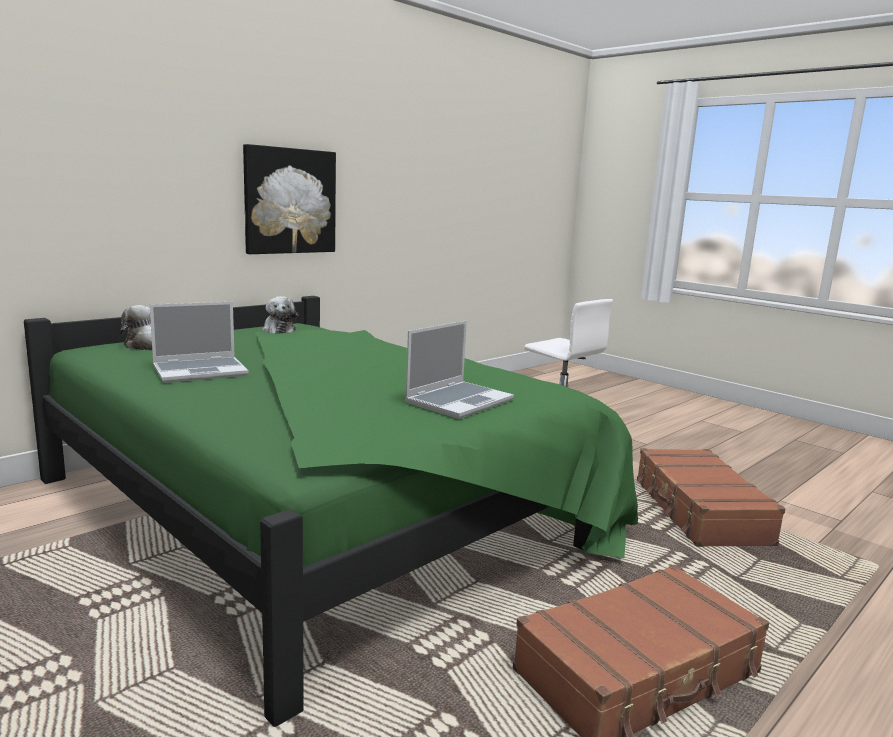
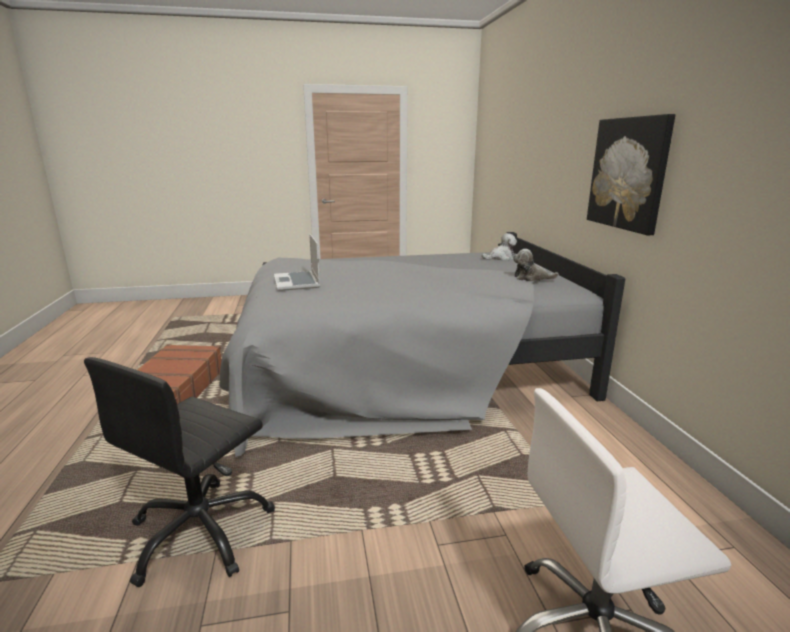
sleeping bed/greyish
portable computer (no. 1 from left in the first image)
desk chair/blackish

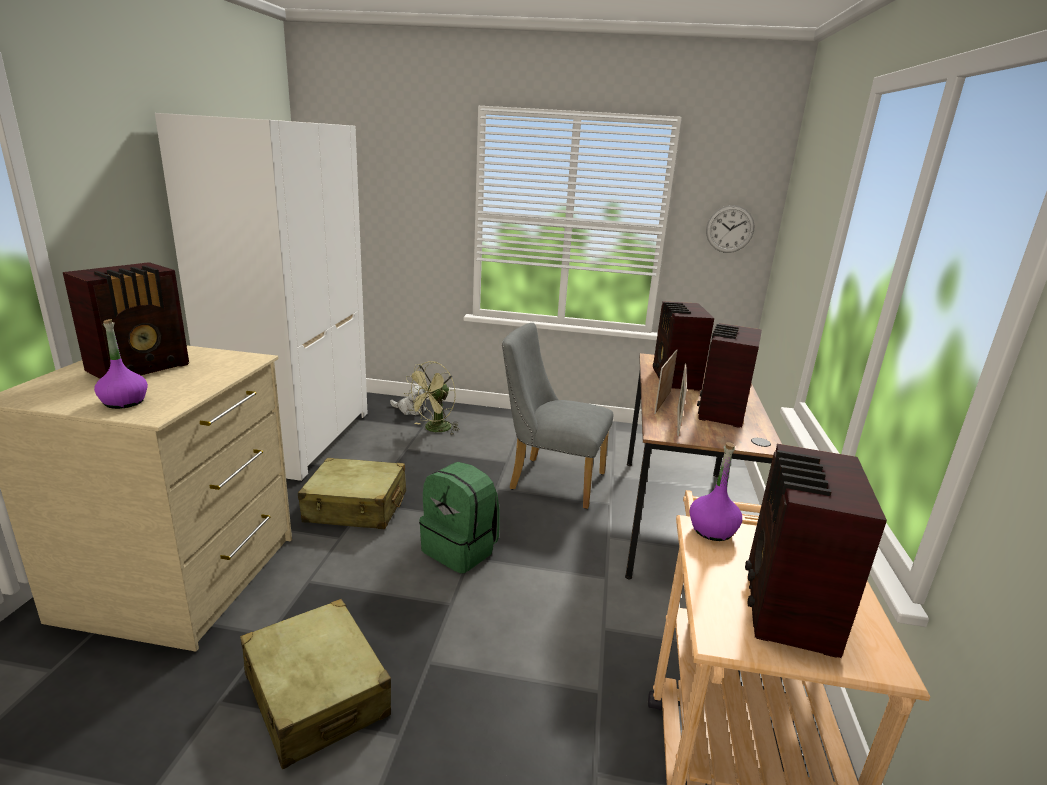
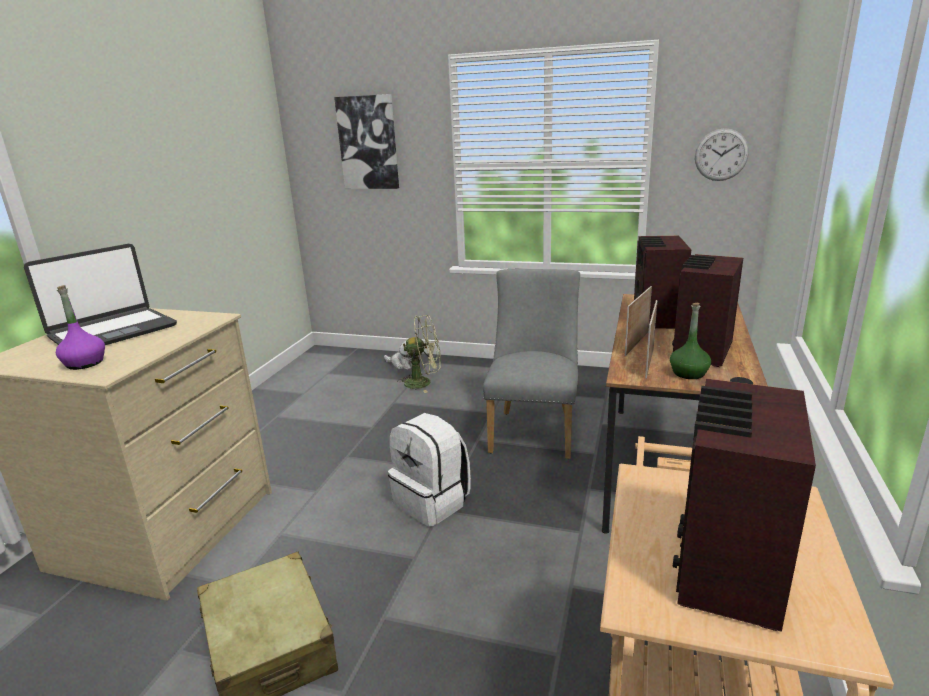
portable computer
clothes cupboard/white-coloured
travel case/beige-coloured (no. 2 from left in the first image)
fan/green
backpack/white-coloured
upright chair/greyish
bottle/purple-coloured (no. 2 from left in the first image)
wall art
bottle/green

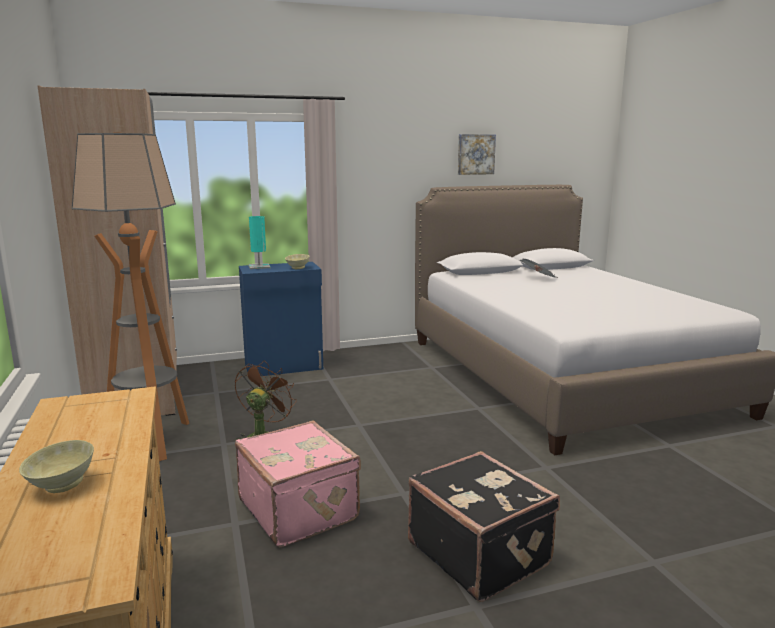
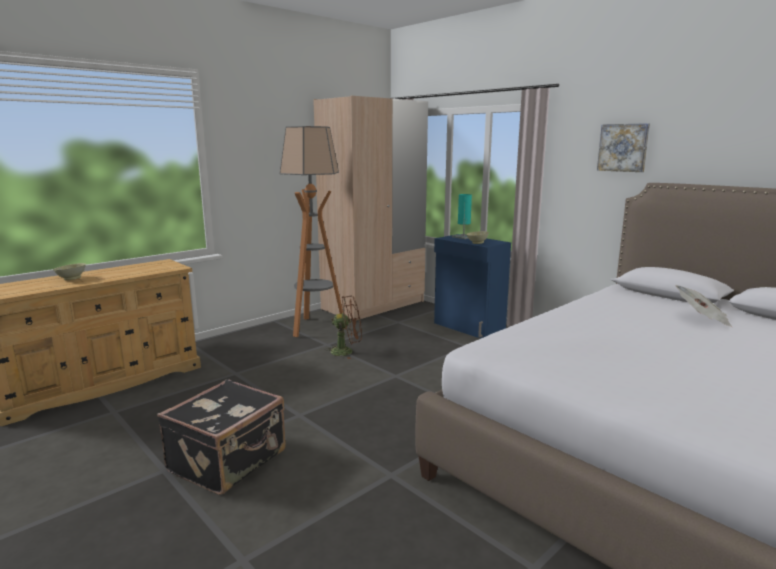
travel case/pink-coloured
wall art

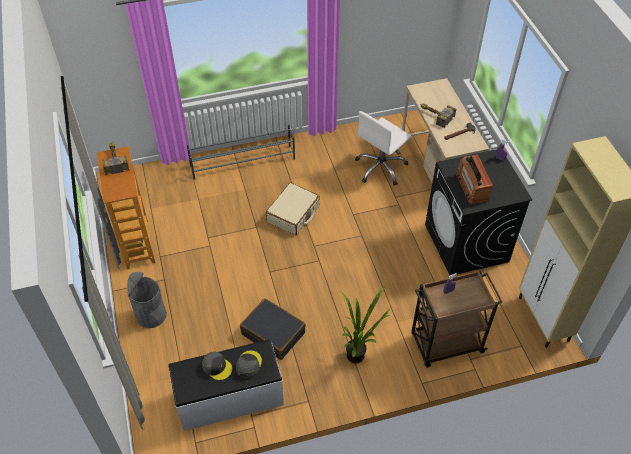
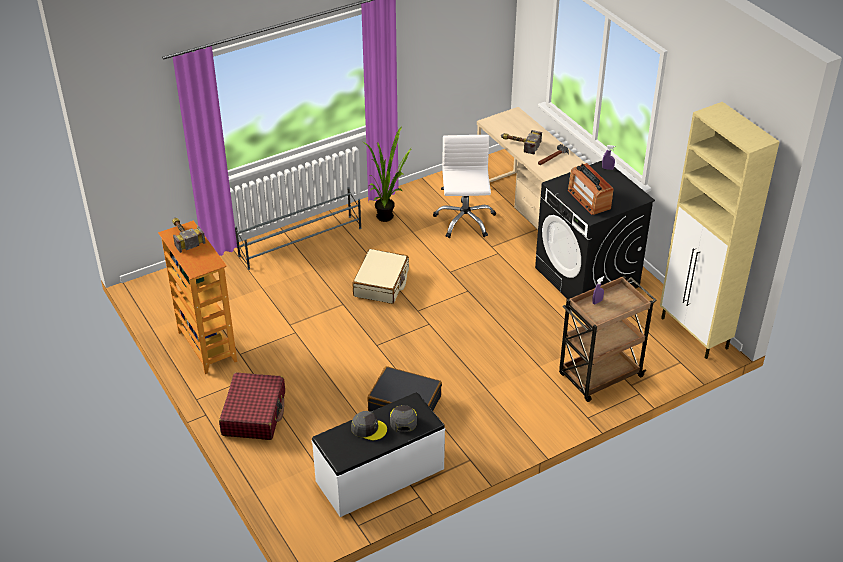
travel case/reddish
houseplant
desk chair/white-coloured

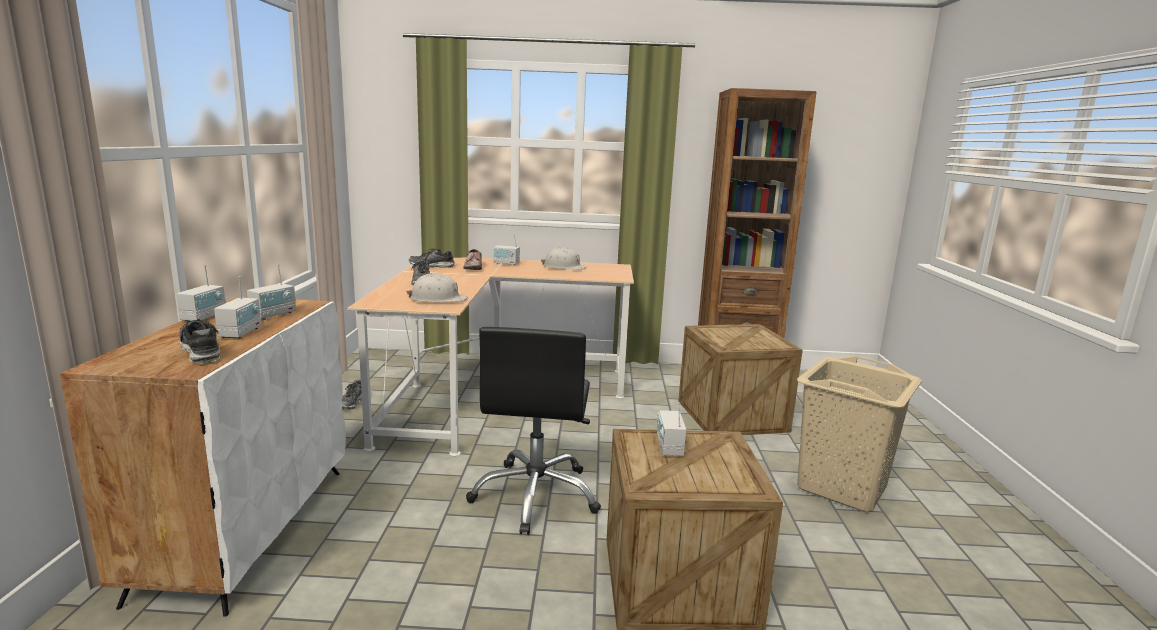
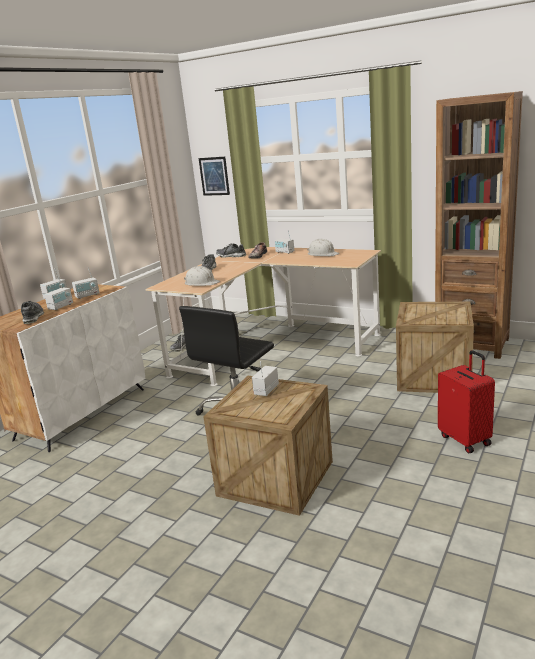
travel case/reddish
wall art

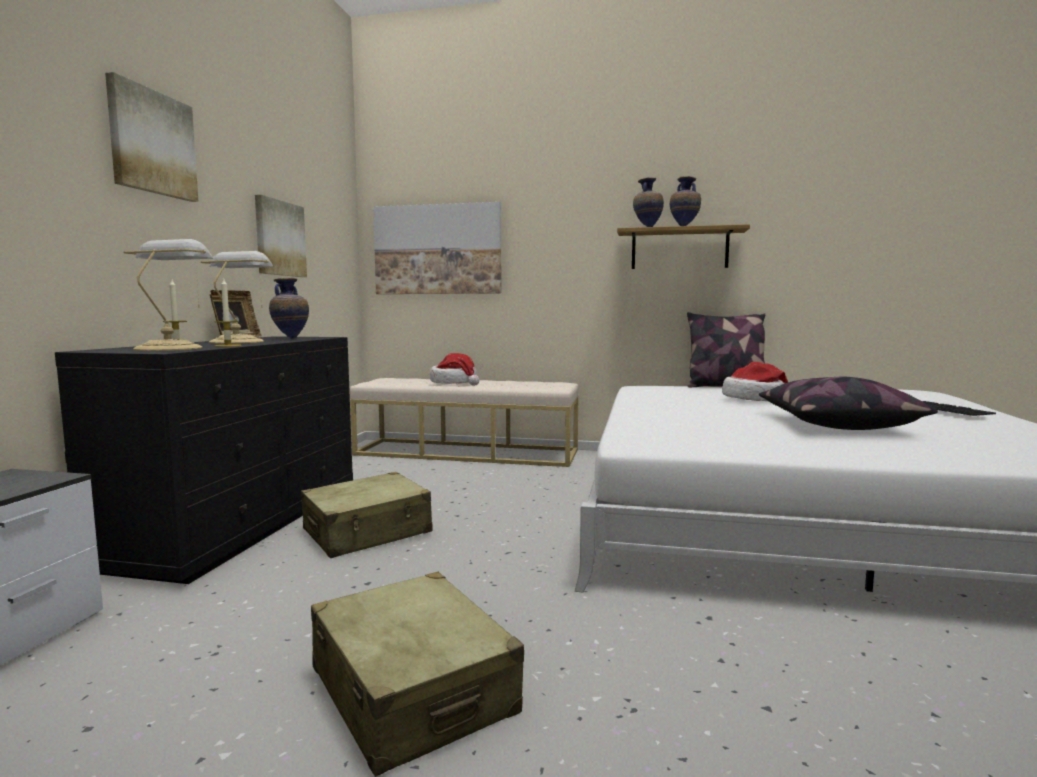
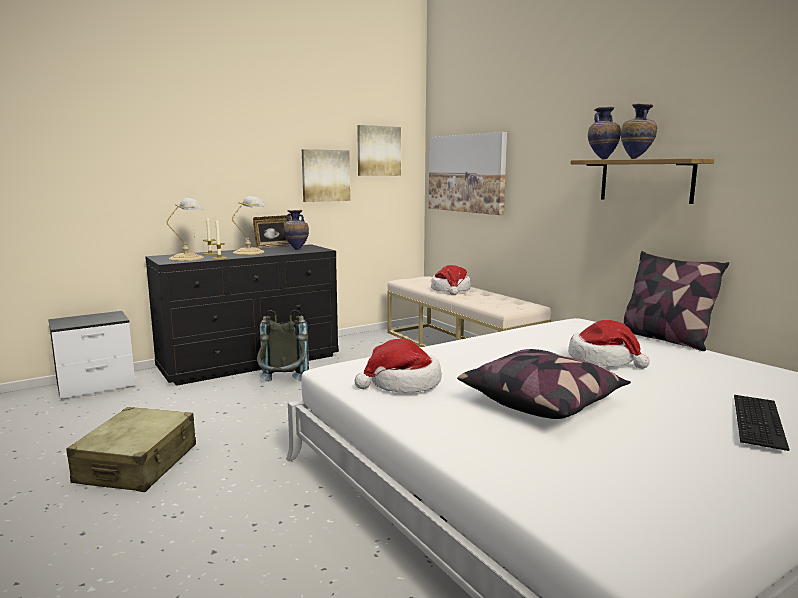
wall art (no. 2 from left)
backpack/greyish
clothing hat (no. 1 from left)

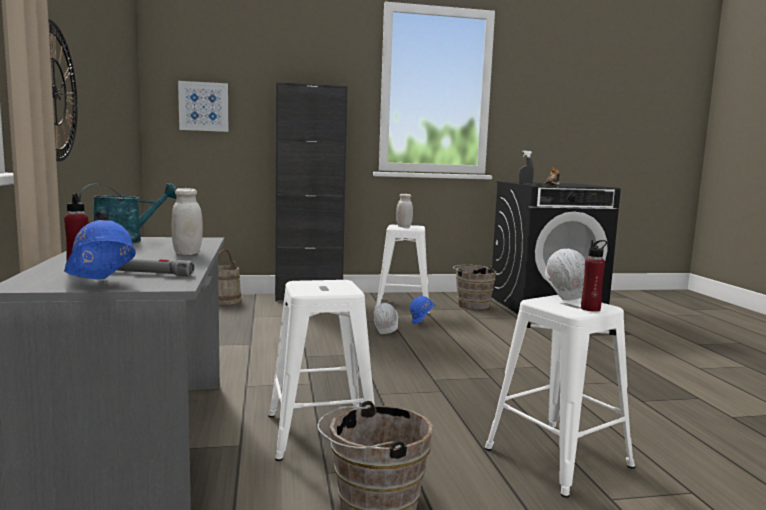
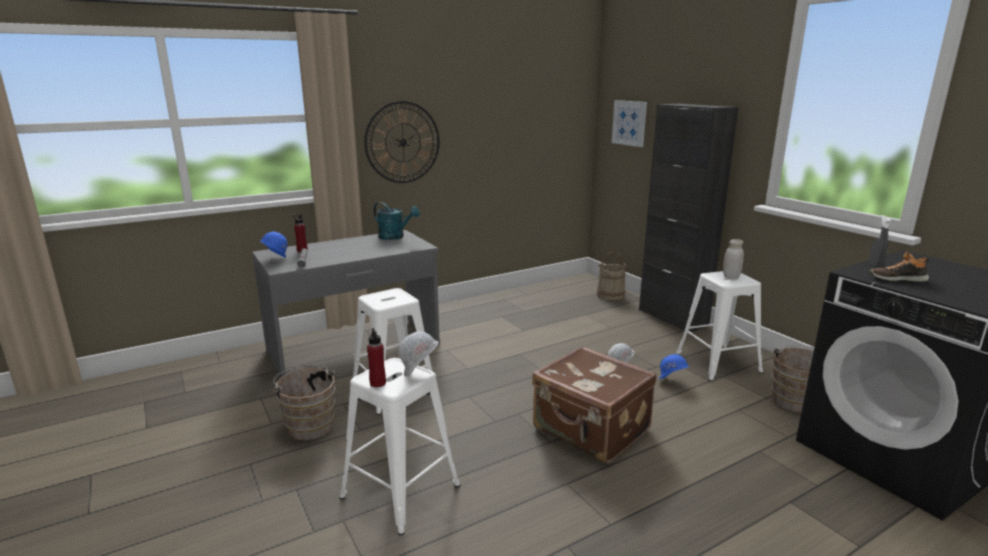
preserve jar/white-coloured (no. 1 from left in the first image)
travel case/brownish

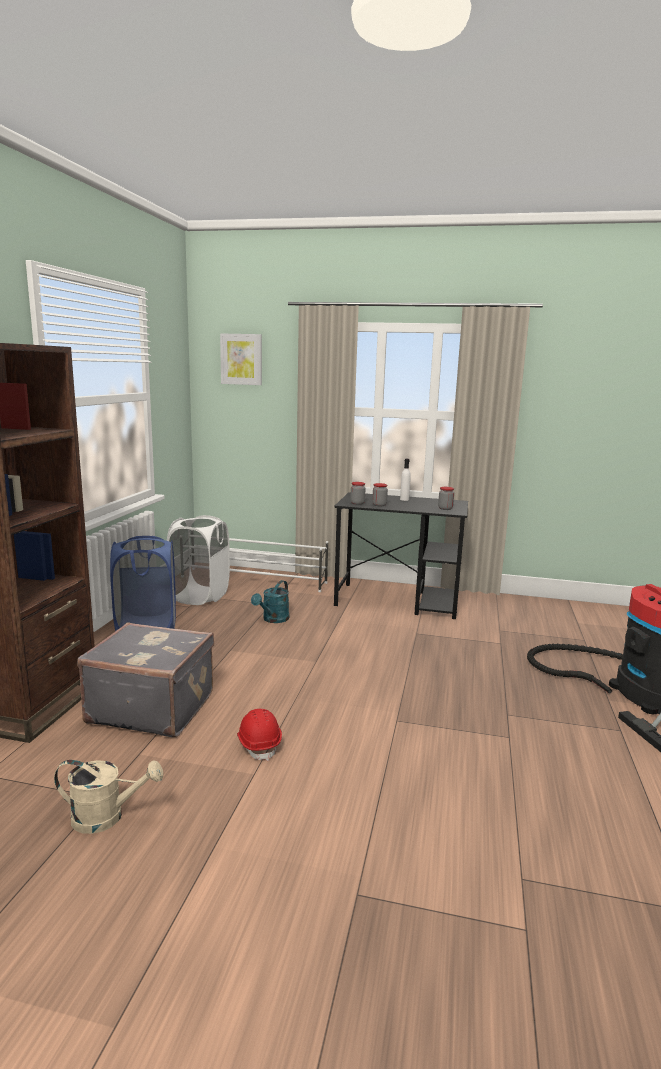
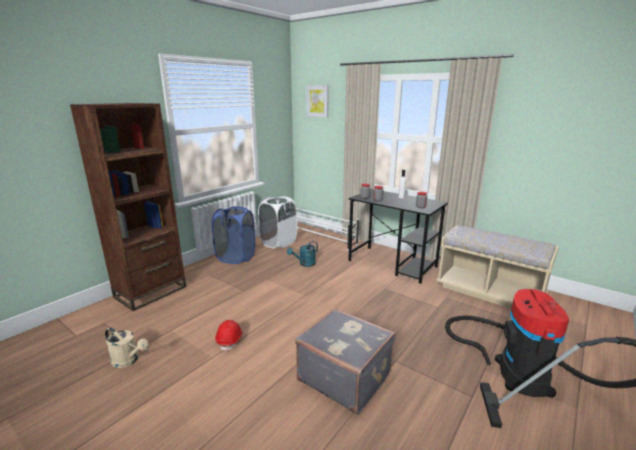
travel case/greyish
long seat/beige-coloured

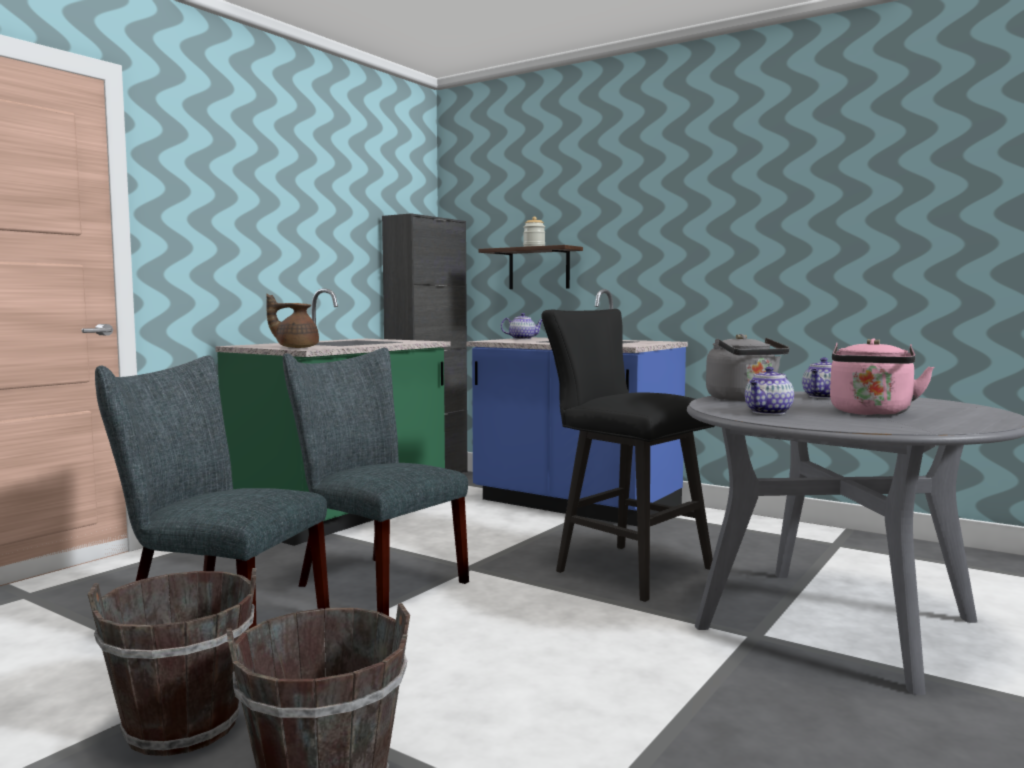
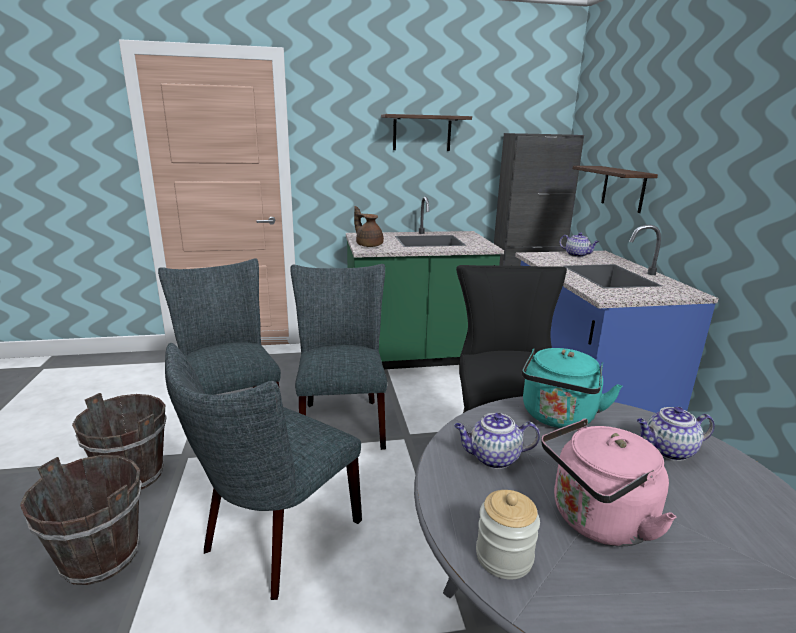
preserve jar
kettle/blue-green
upright chair/greyish (no. 2 from left)
wall shelf (no. 1 from left)

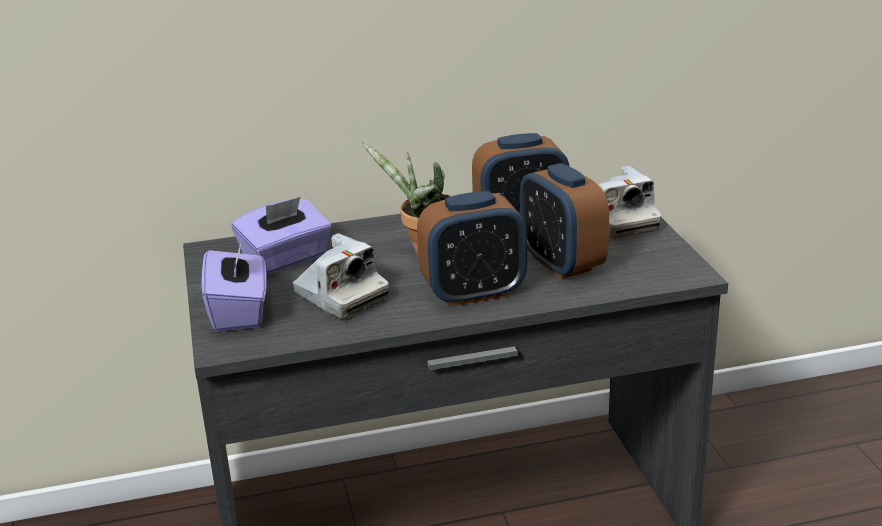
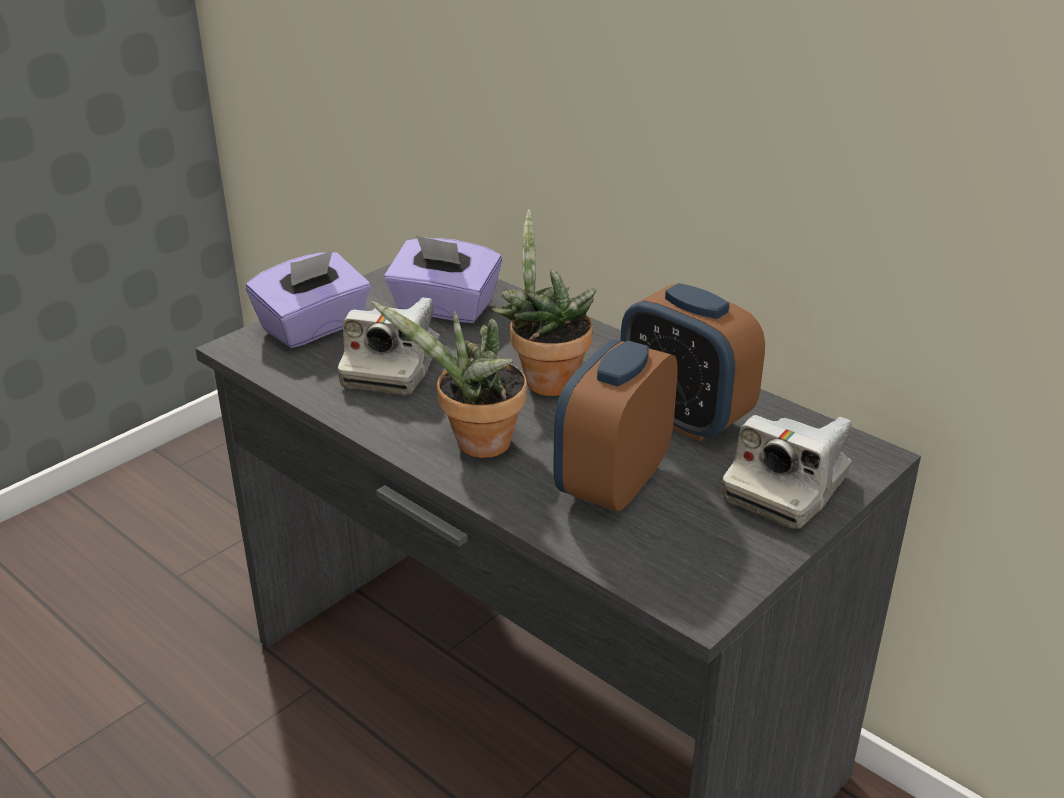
houseplant (no. 1 from left)

